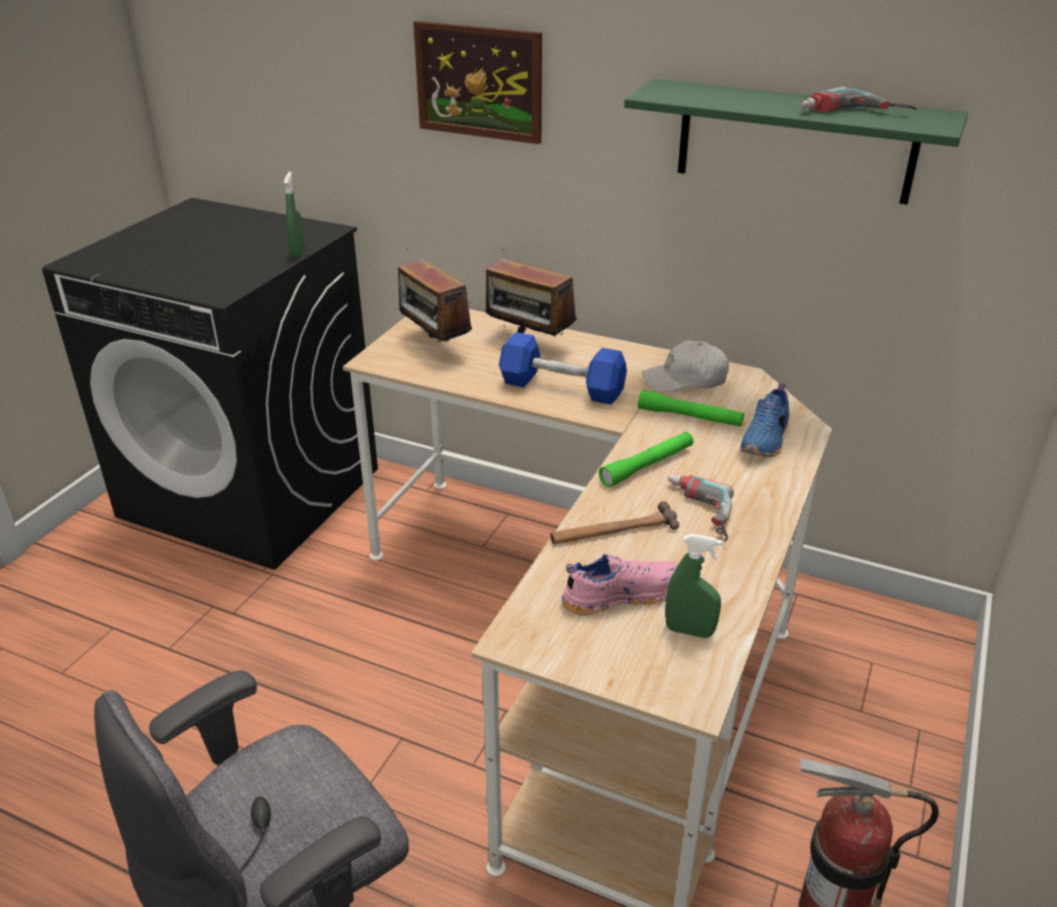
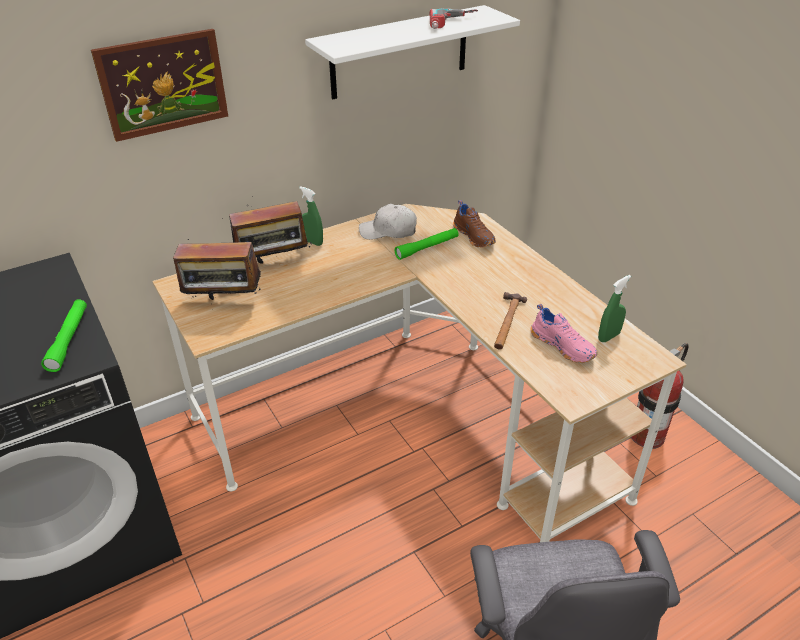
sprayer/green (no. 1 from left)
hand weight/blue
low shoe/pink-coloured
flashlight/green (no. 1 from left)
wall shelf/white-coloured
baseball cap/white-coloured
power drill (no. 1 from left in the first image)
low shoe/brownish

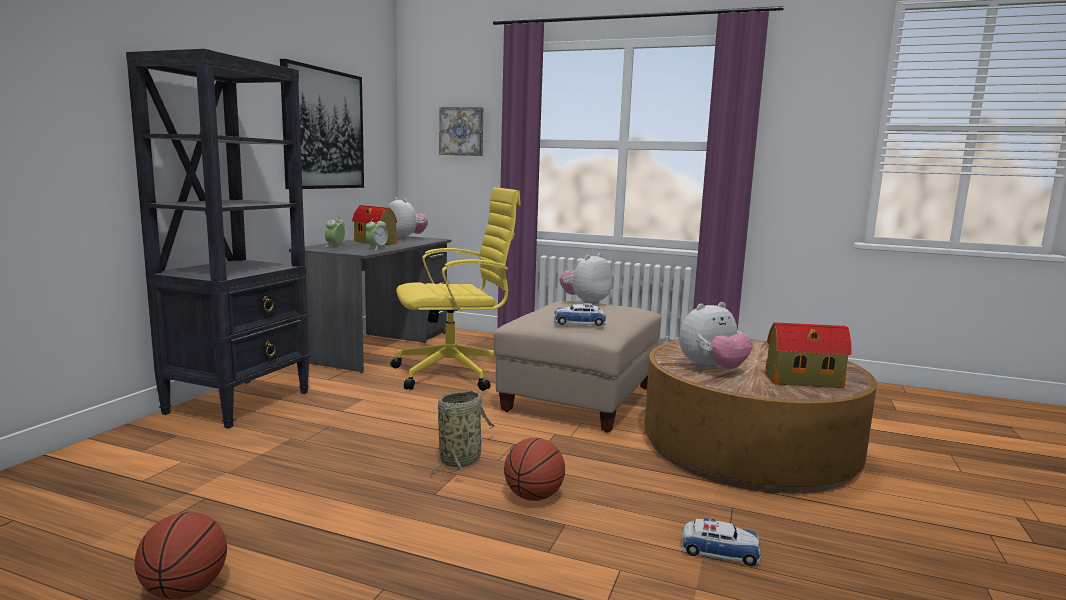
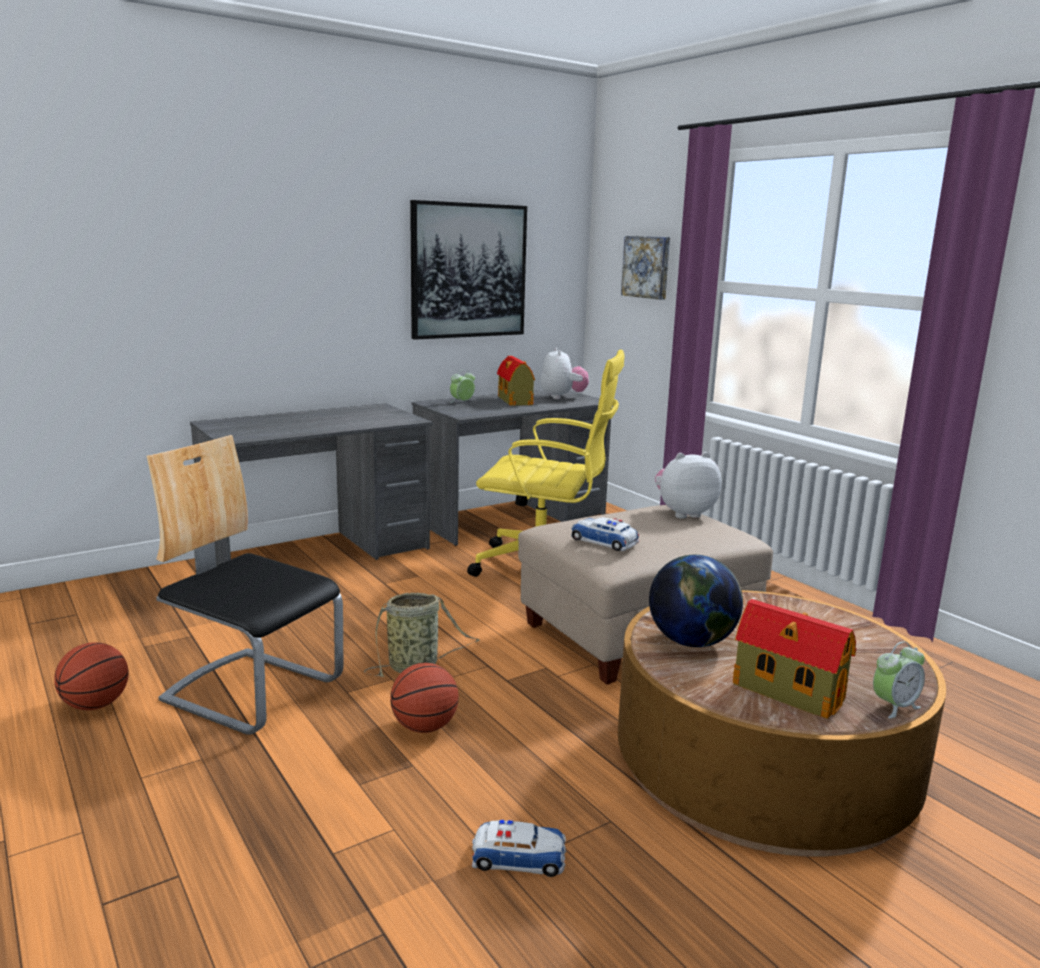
desk/greyish (no. 1 from left)
bedside clock (no. 2 from left)
desk globe
toy car (no. 1 from left)
upright chair

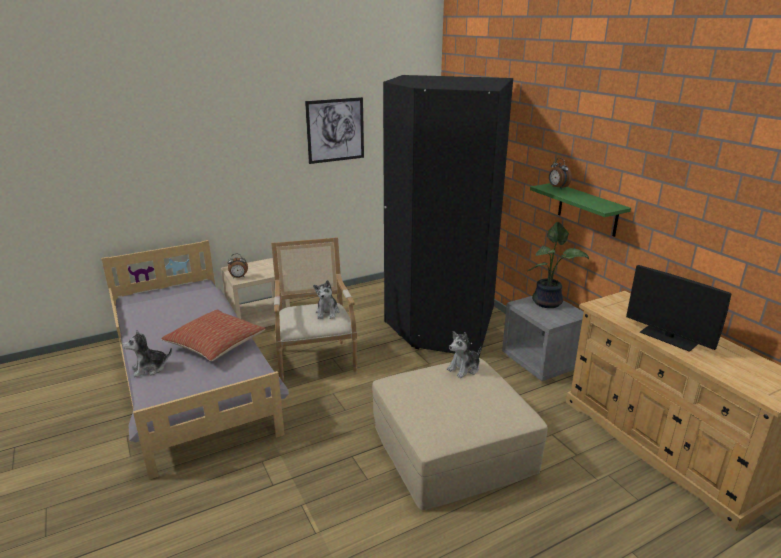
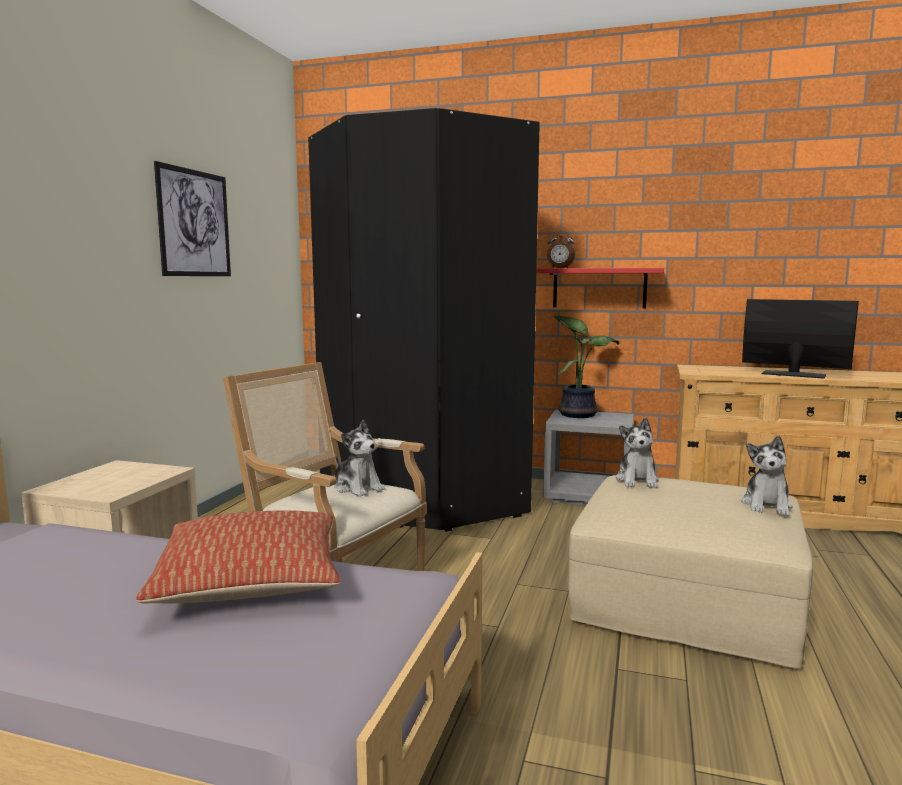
cuddly toy (no. 3 from left)
bedside clock (no. 1 from left in the first image)
wall shelf/reddish
computer display

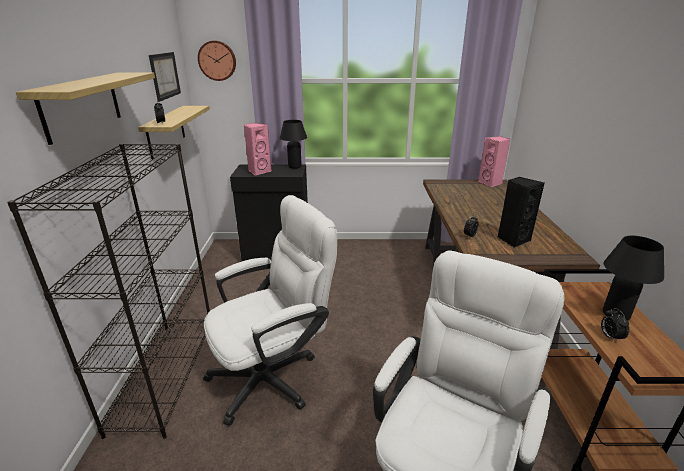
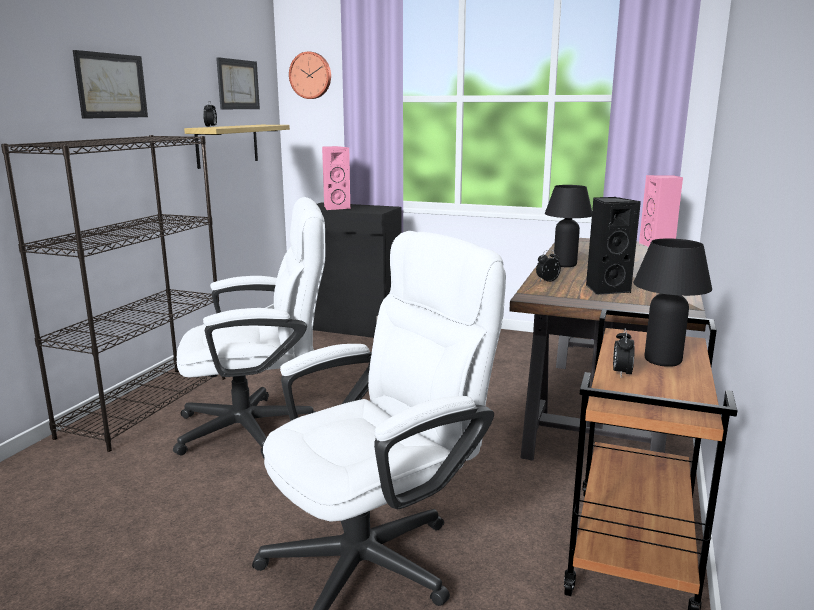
wall art (no. 1 from left)
table lamp/blackish (no. 1 from left)

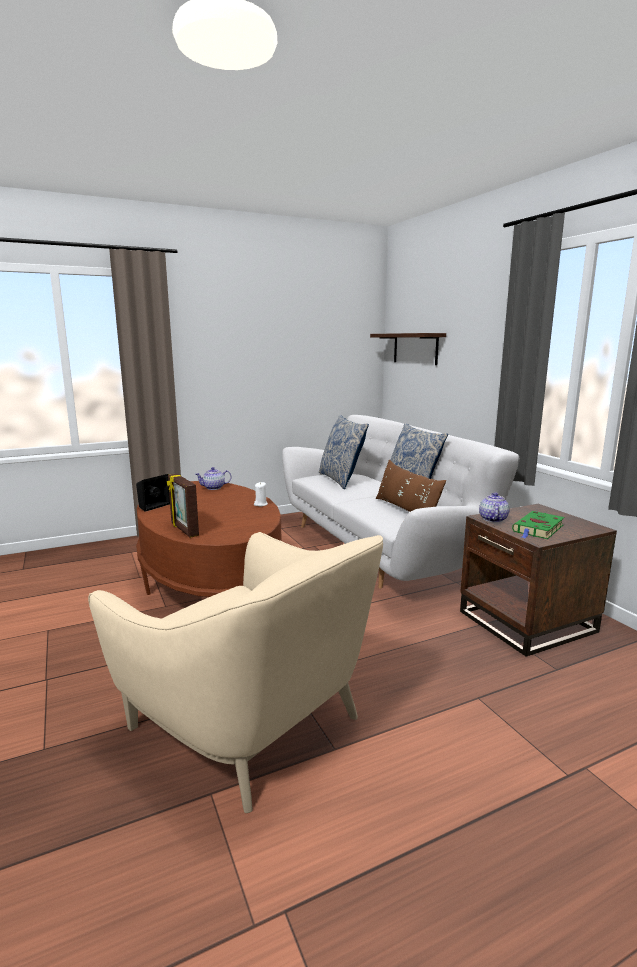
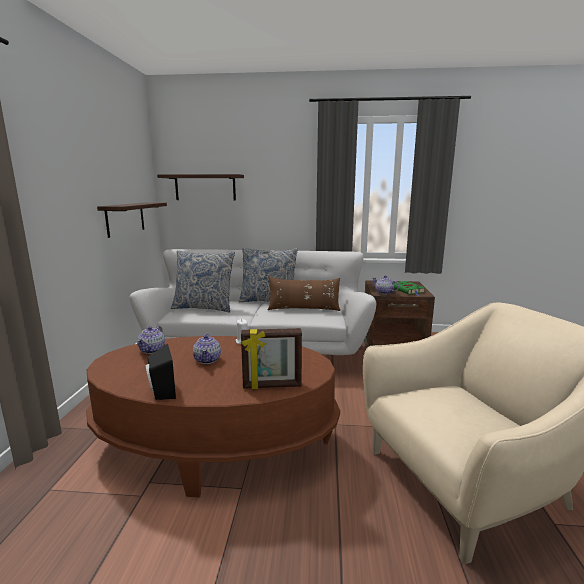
wall shelf (no. 1 from left)
pot for tea (no. 2 from left)

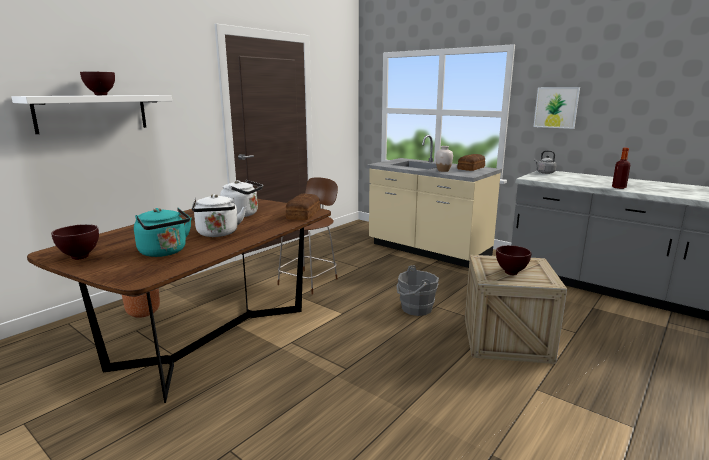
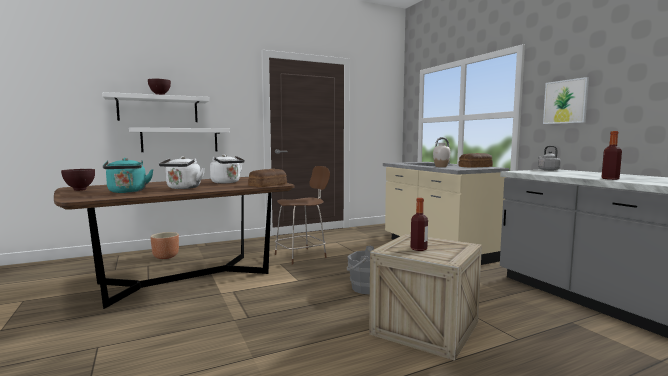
bottle (no. 1 from left)
wall shelf/white-coloured (no. 2 from left)

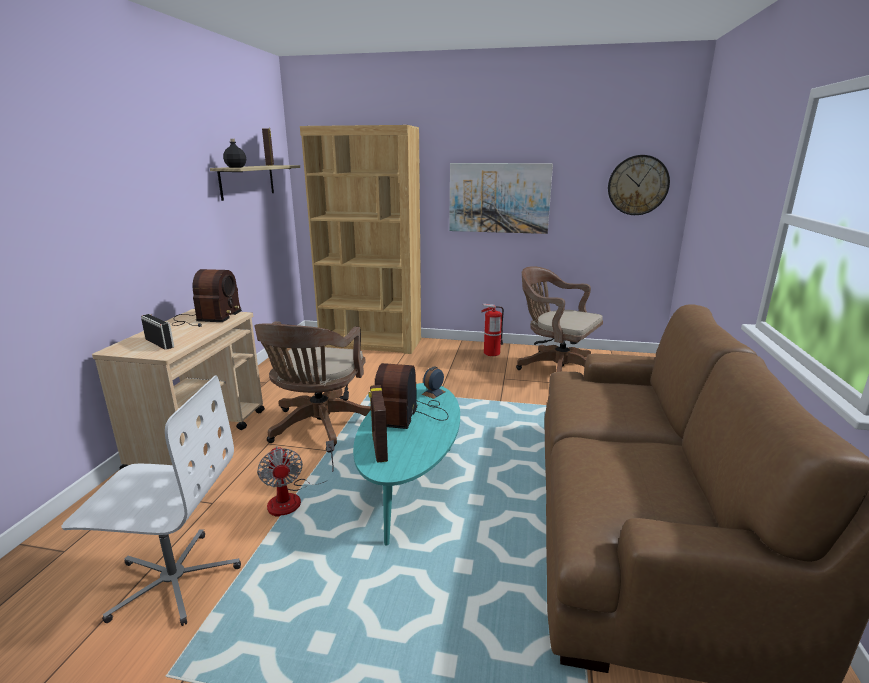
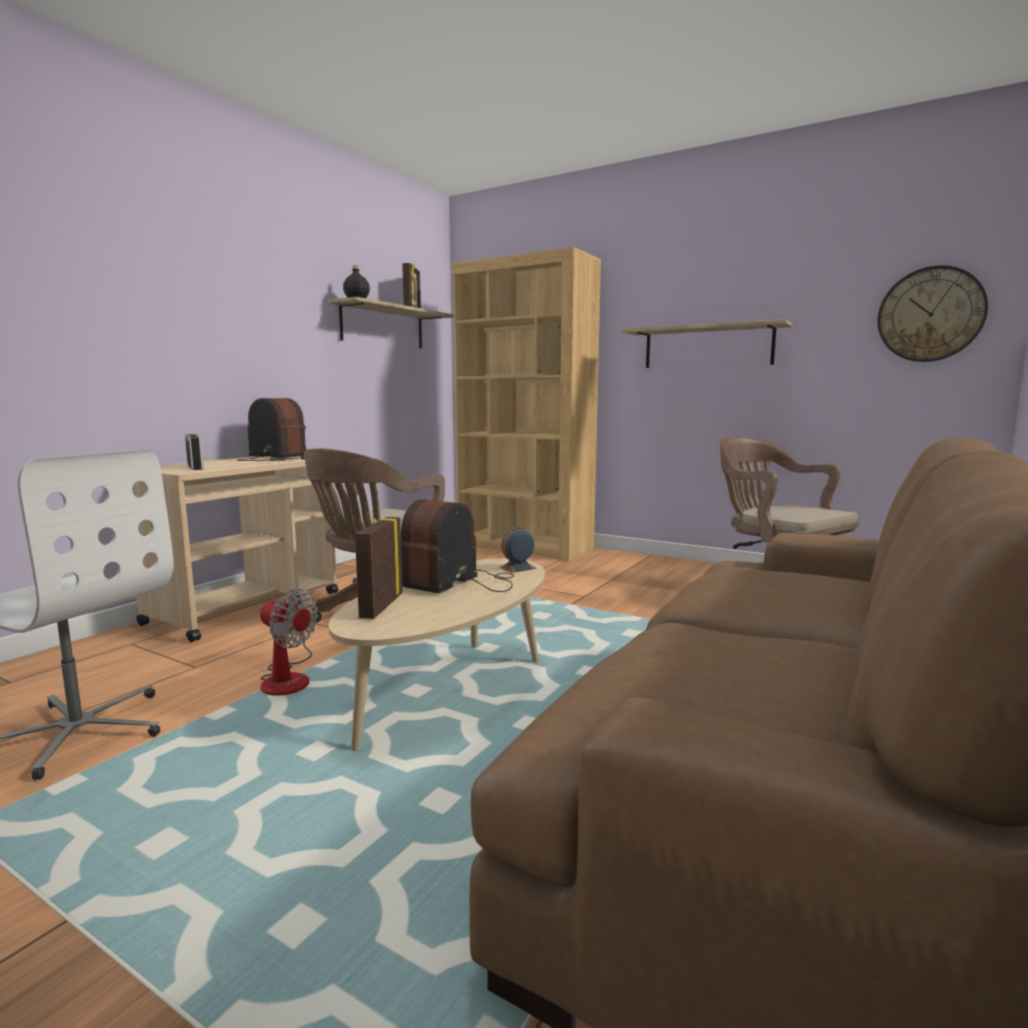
radio (no. 2 from left)
fan
lounge table/beige-coloured
wall shelf (no. 2 from left)
extinguisher

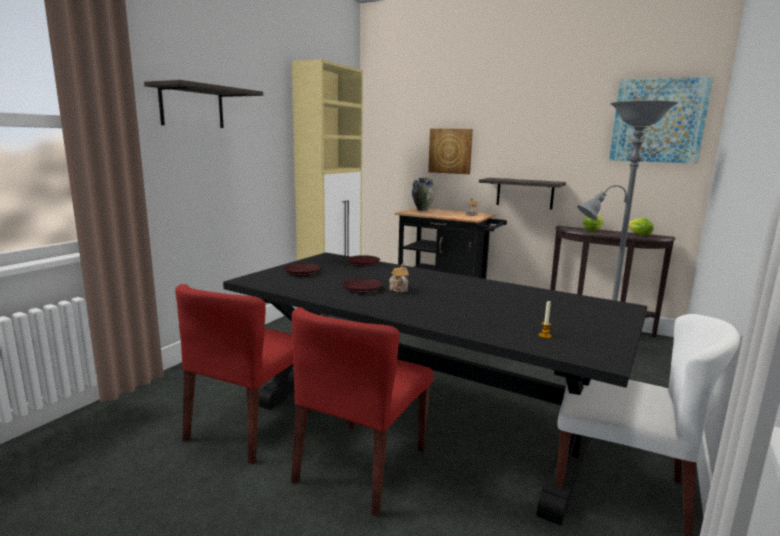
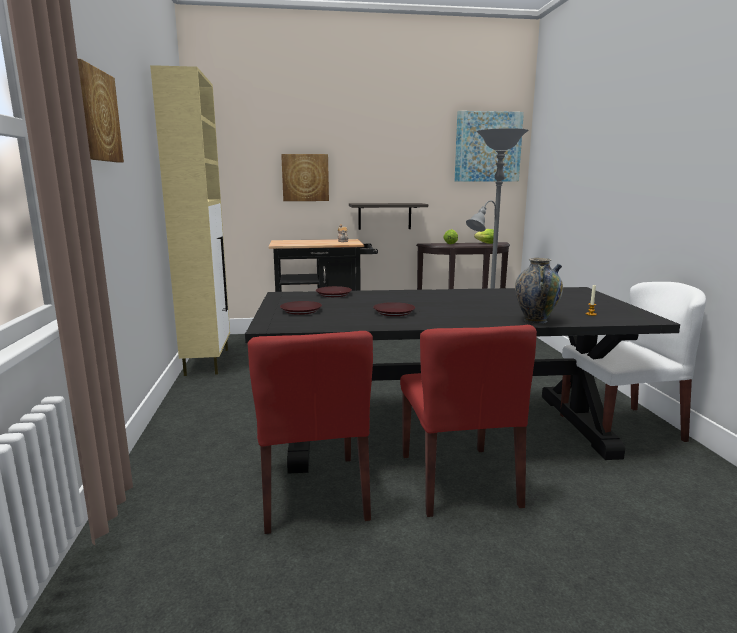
wall art (no. 1 from left)
pot for tea (no. 1 from left in the first image)
vase

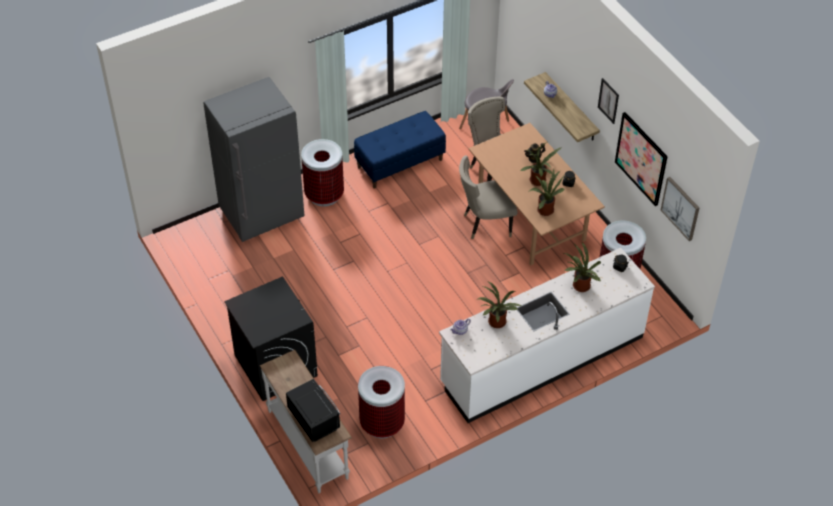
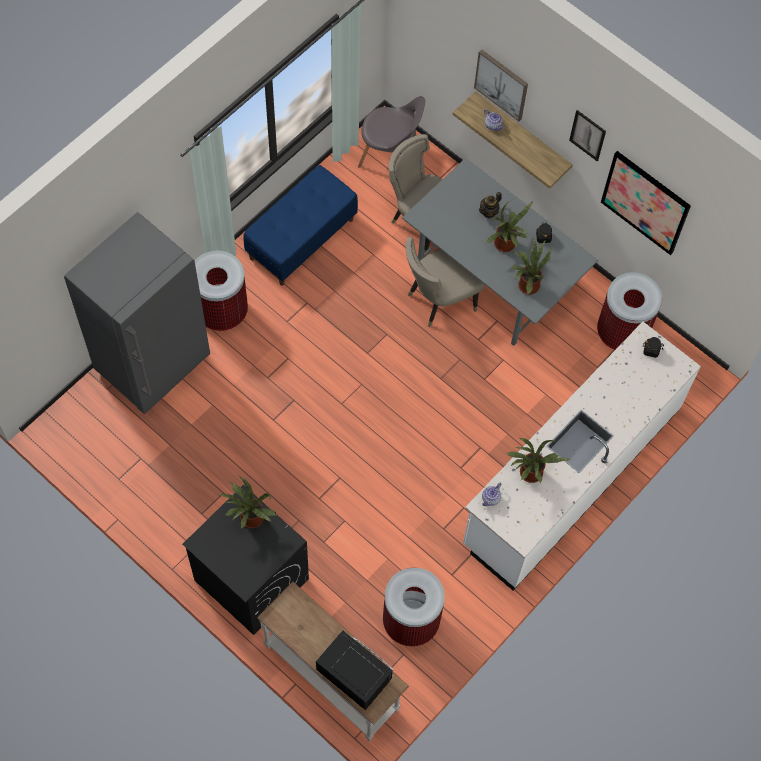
dining table/greyish
houseplant (no. 1 from left)
wall art (no. 1 from left)

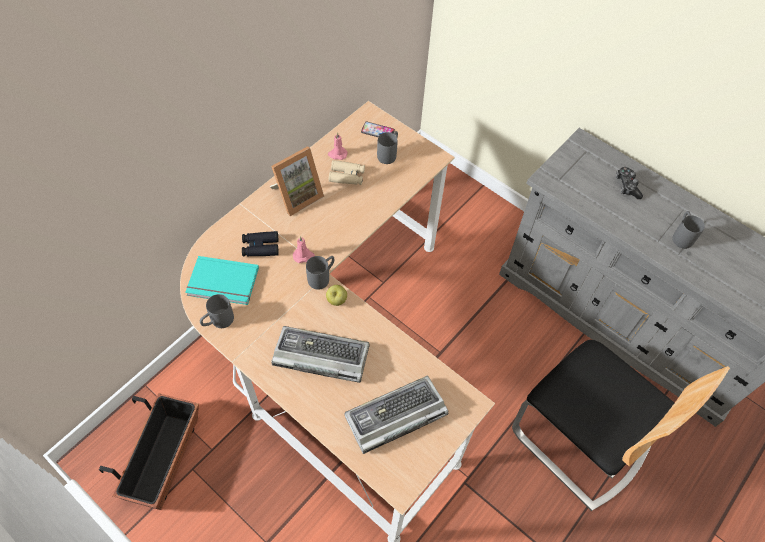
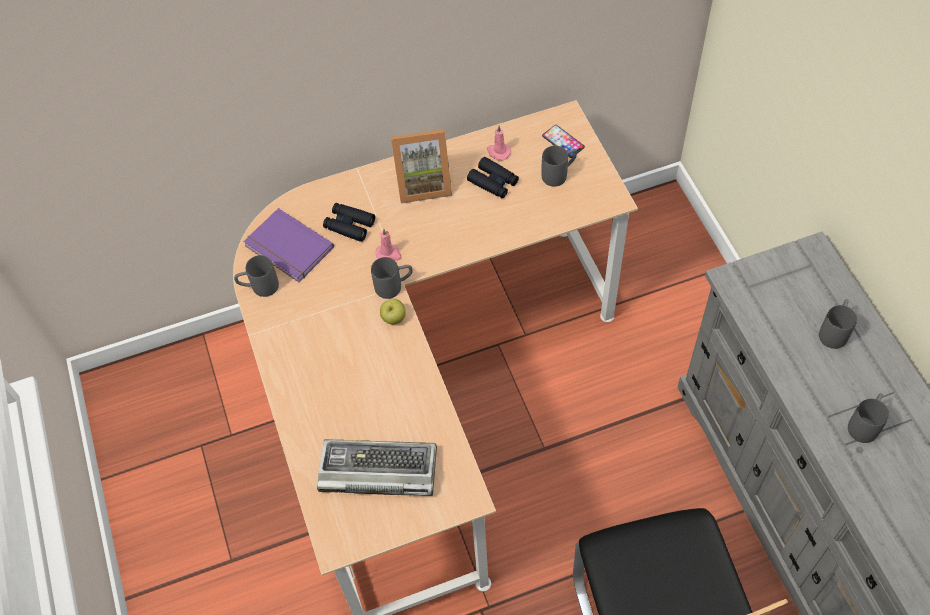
plant pot
volume/purple-coloured
PC keyboard (no. 1 from left in the first image)
binoculars/blackish (no. 2 from left)
tea mug/greyish (no. 4 from left)

